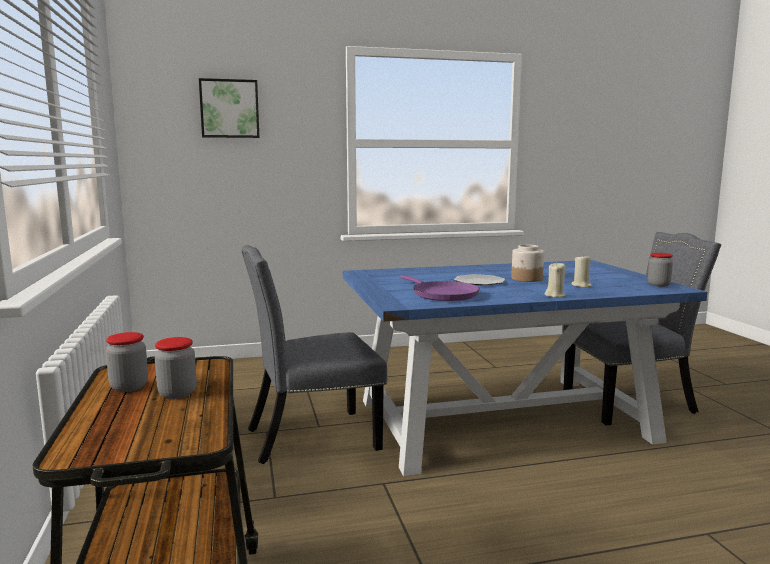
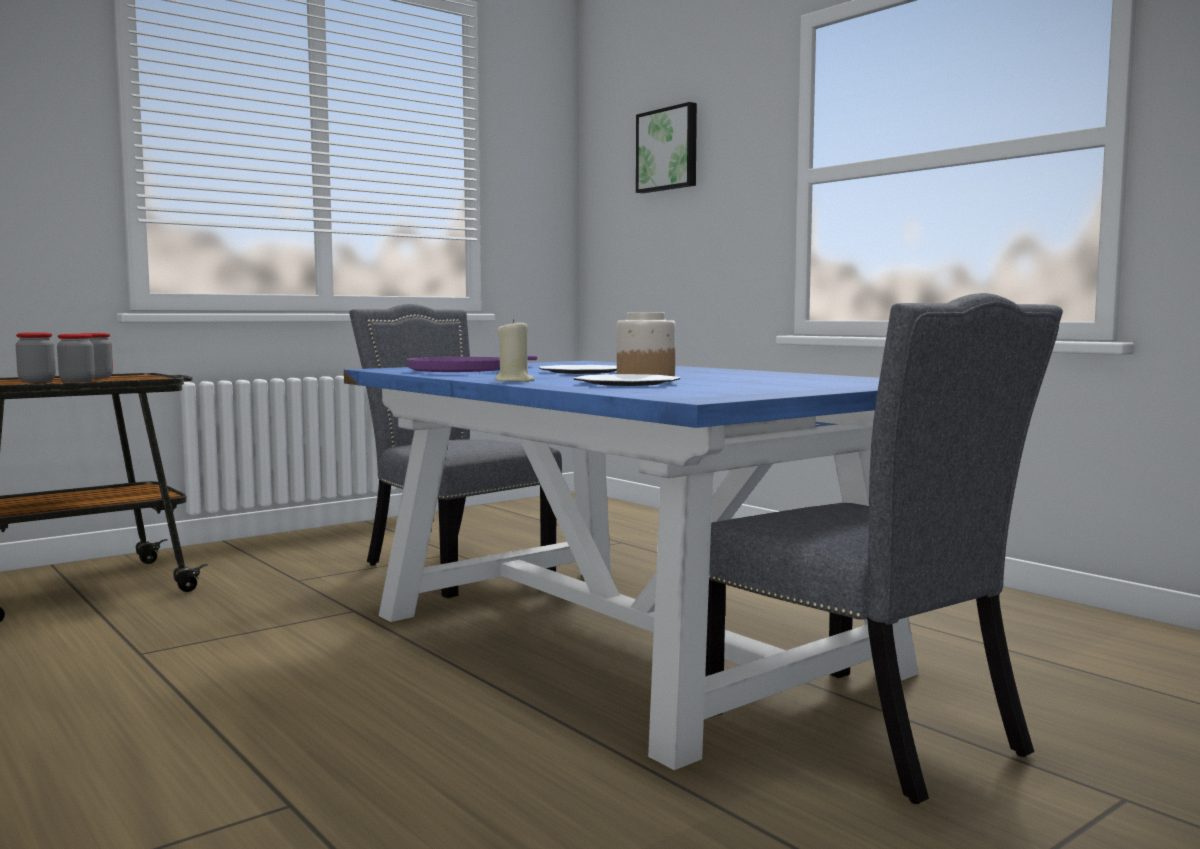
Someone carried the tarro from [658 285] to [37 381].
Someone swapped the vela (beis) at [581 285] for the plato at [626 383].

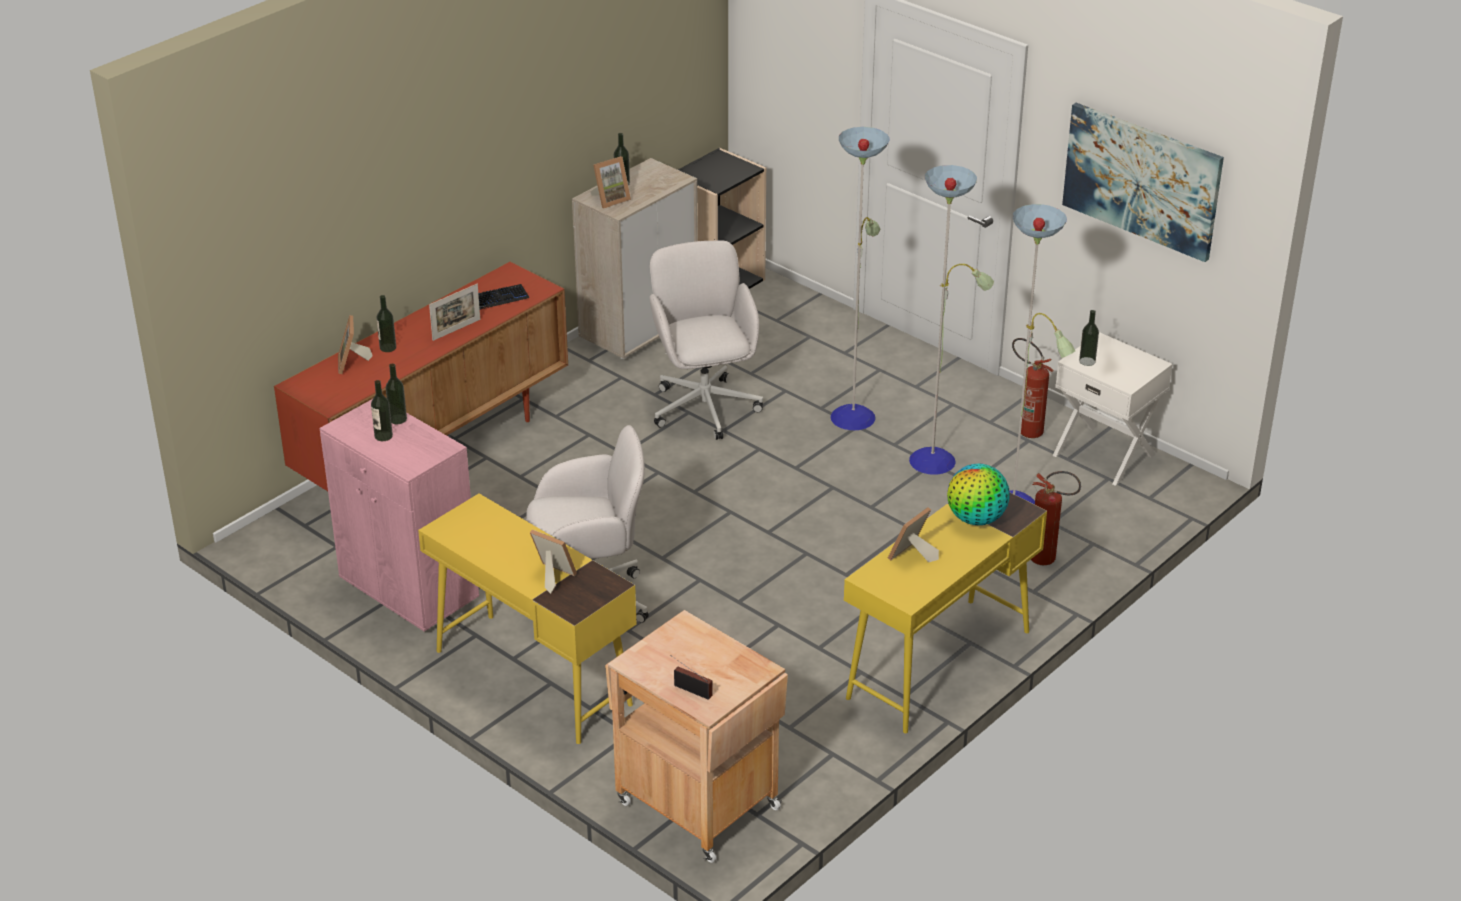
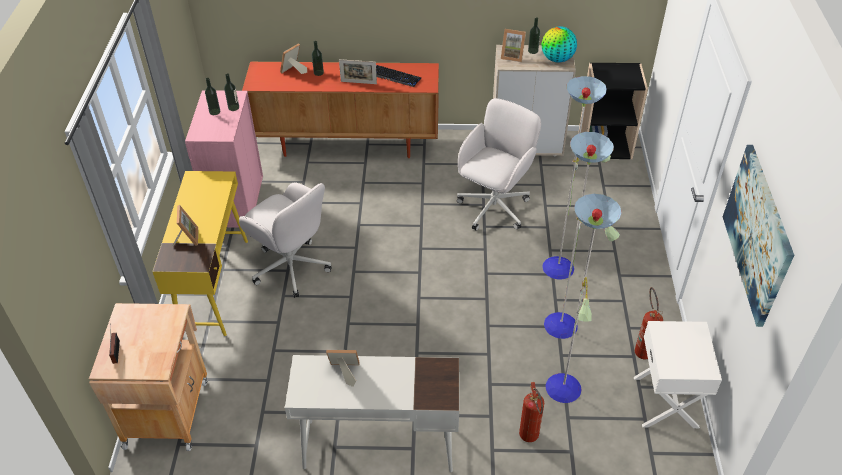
Someone took away the botella at [1087 361].
Someone carried the globo terráqueo from [976 519] to [557 59].
Someone repainted the escritorio (amarillo) at [938 665], which became the escritorio (blanco) at [378 445].

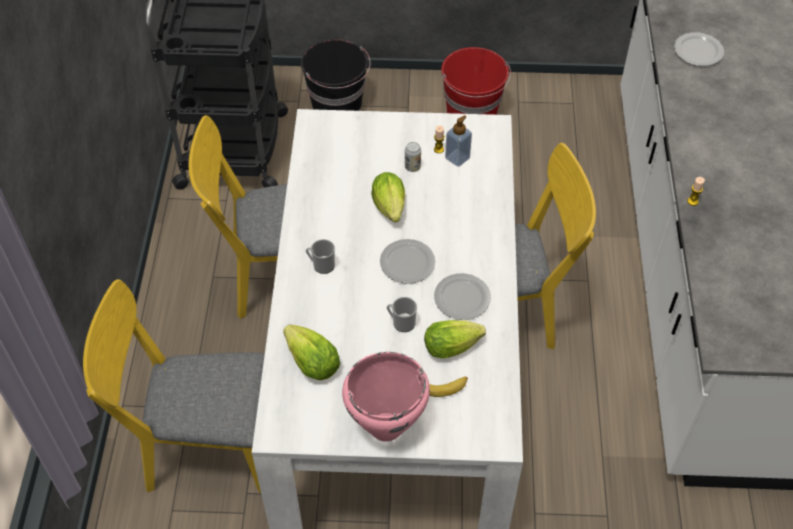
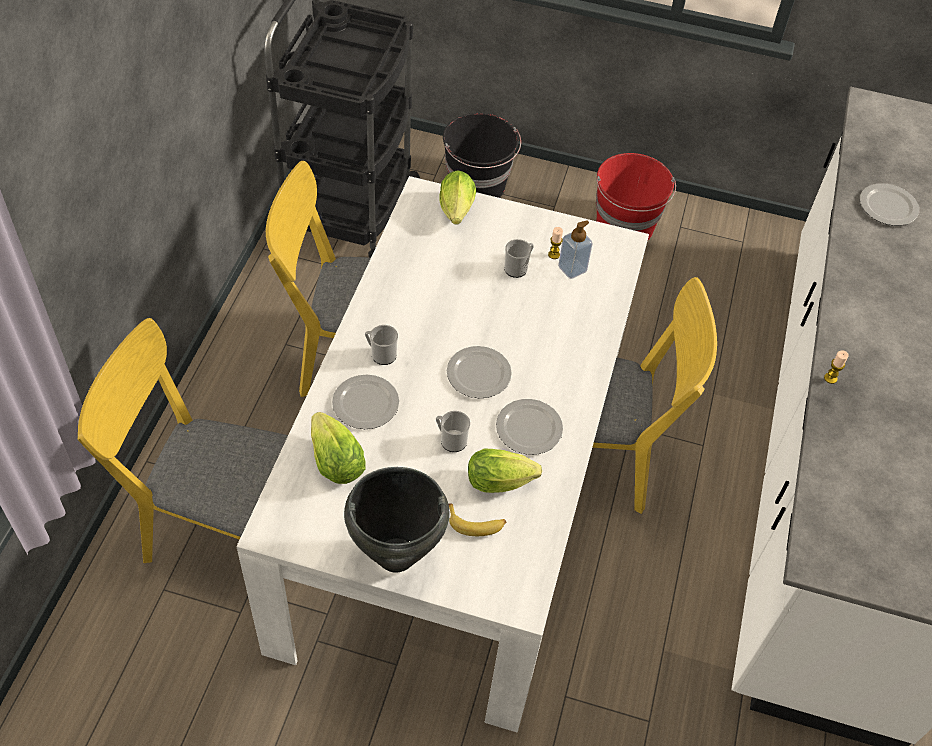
Someone swapped the lata at [412 167] for the taza grande at [518 268].
Someone carried the lechuga from [390 209] to [456 213].
Someone repainted the olla (rosa) at [385 427], which became the olla (negro) at [395 555].
Someone put down the plato at [364 403].

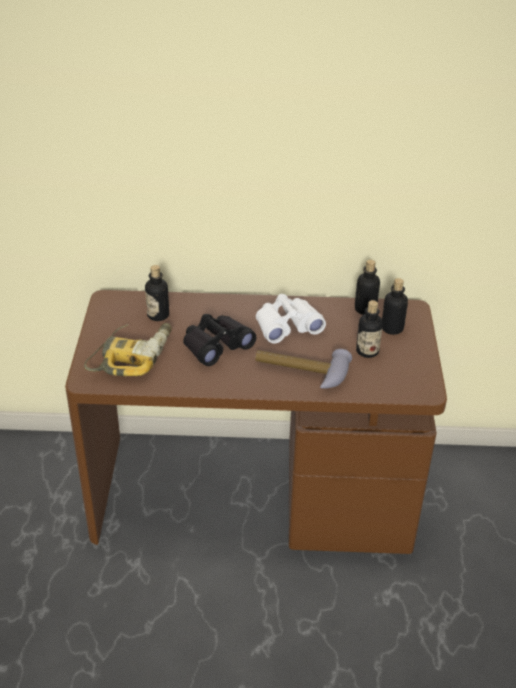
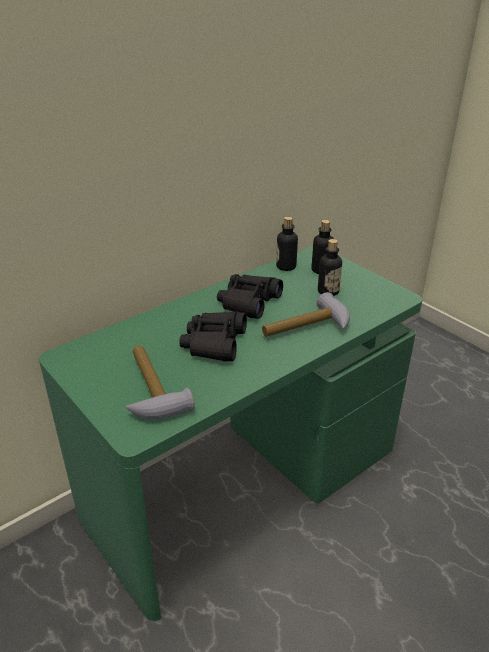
Someone took away the botella at [158 315].
Someone repainted the escritorio (marrón) at [255 494], which became the escritorio (verde) at [244 481].
Someone repainted the prismáticos (blanco) at [287 326], which became the prismáticos (negro) at [249 302].
Someone swapped the taladro at [132 355] for the martillo at [150 389].

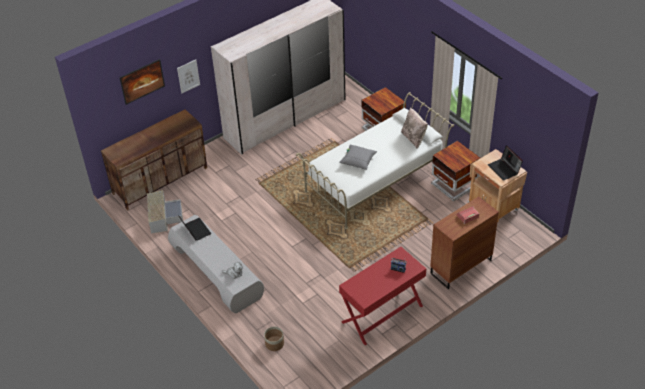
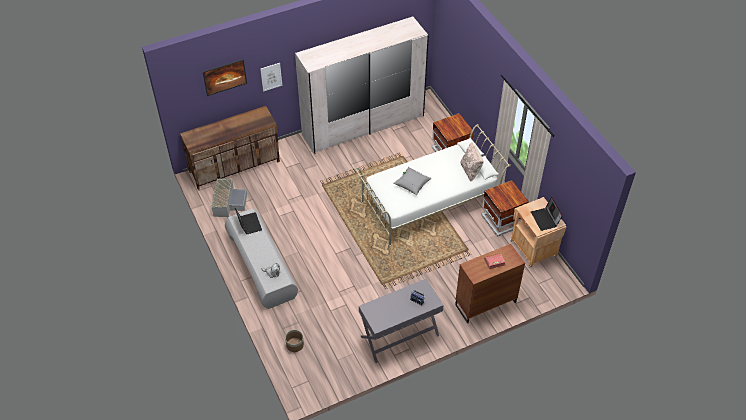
Someone repainted the escritorio (rojo) at [382 314], which became the escritorio (gris) at [400 336].

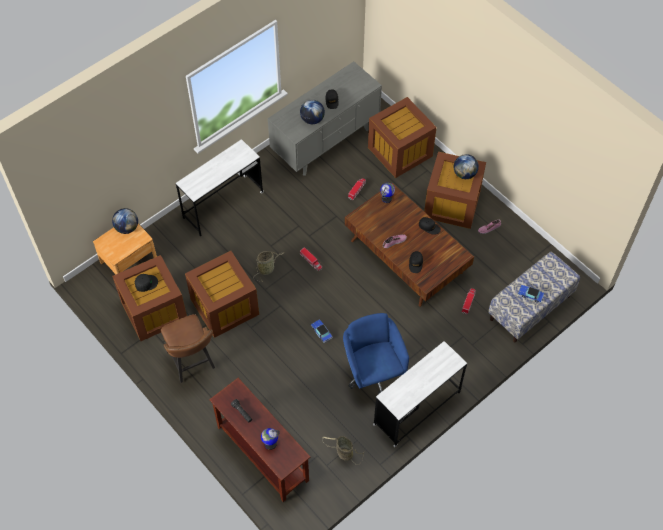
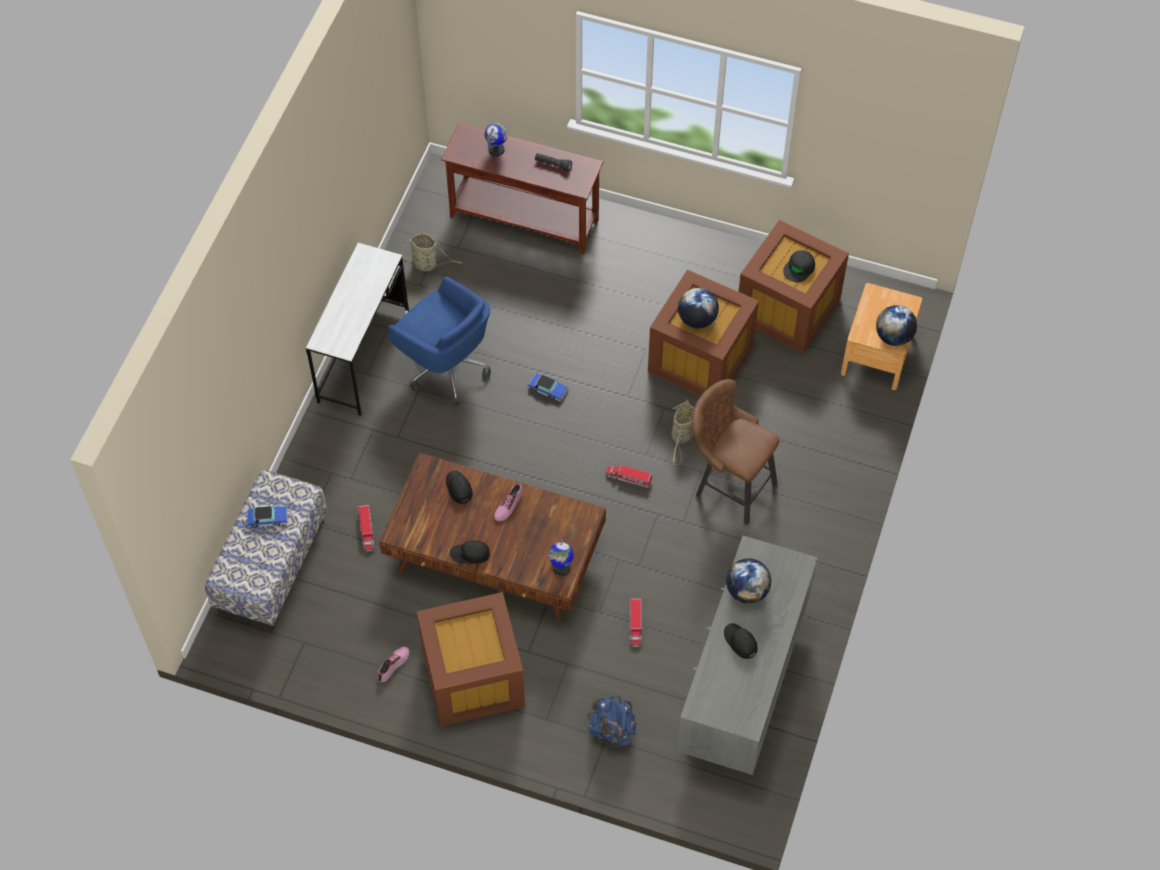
Someone swapped the caja de almacenaje (marrón) at [399 151] for the mochila (azul) at [612 730].
Someone took away the escritorio (blanco) at [223 205].
Someone carried the globo terráqueo from [464 174] to [697 319].
Someone carried the taburete (marrón) from [193 365] to [728 484].

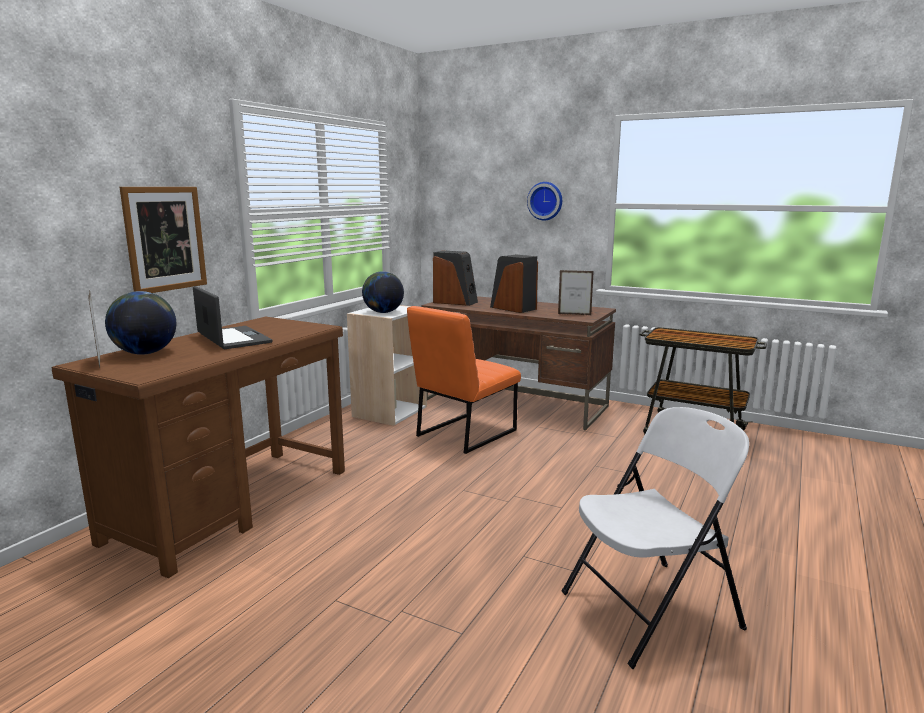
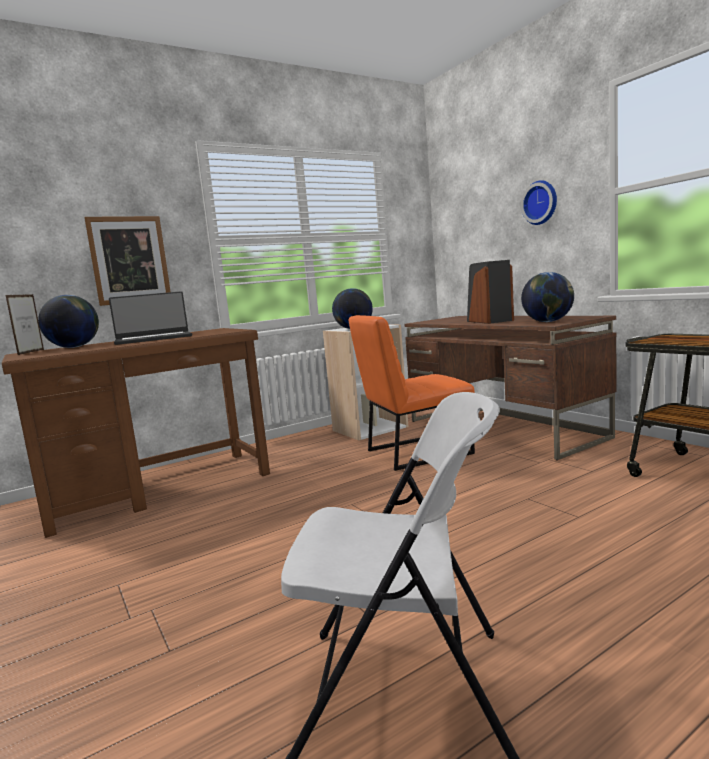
Someone took away the altavoz at [455 302].
Someone swapped the portarretratos at [574 314] for the globo terráqueo at [548 322].
Someone rotated the portátil at [233 338] by 75 degrees clockwise.

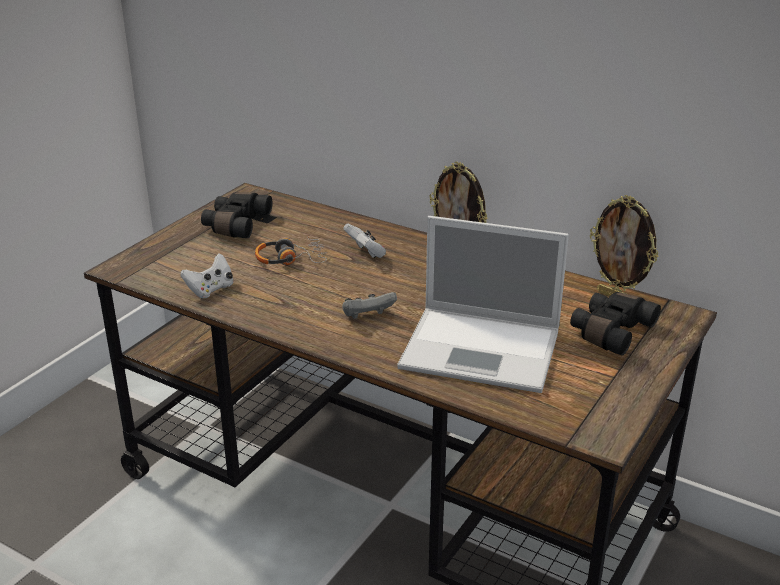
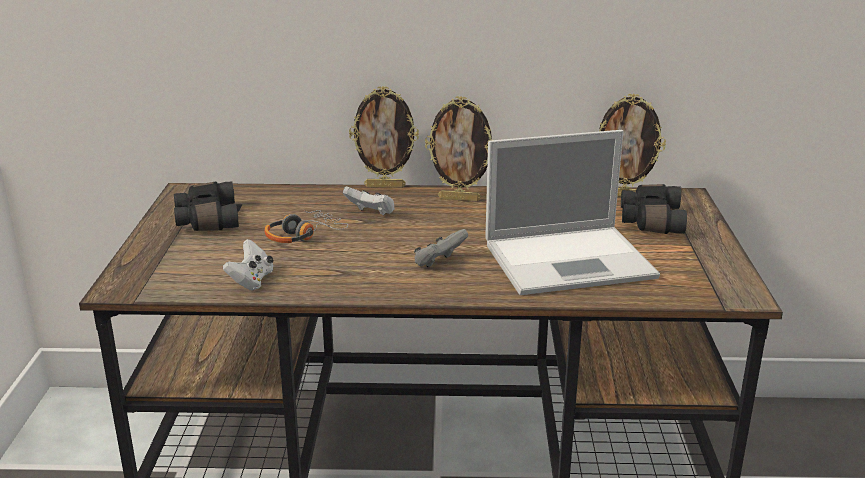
Someone put down the portarretratos at [385 186].

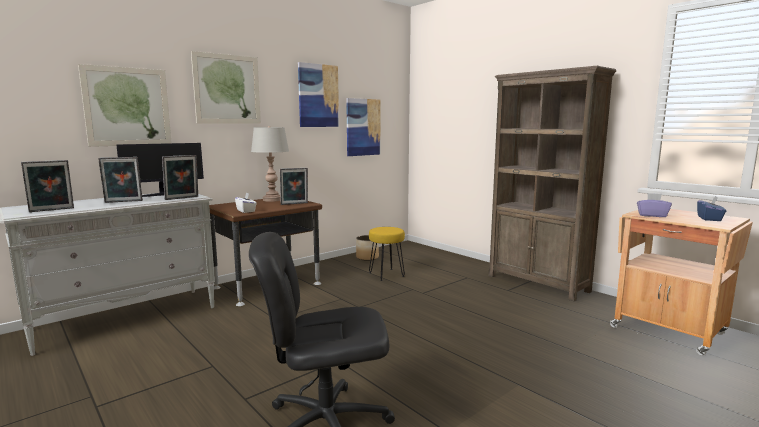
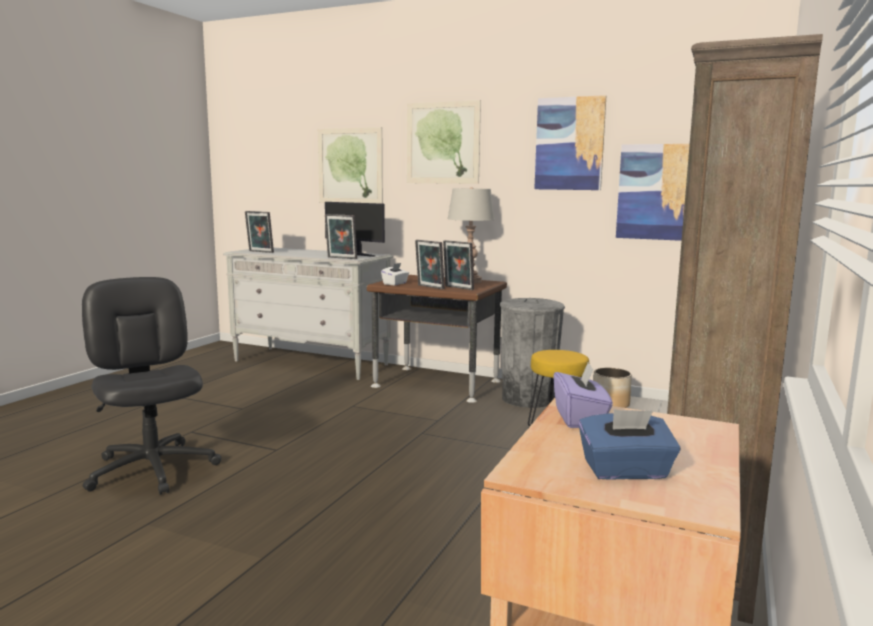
Someone carried the portarretratos from [123 201] to [429 287].
Someone put down the papelera (gris) at [528 399].

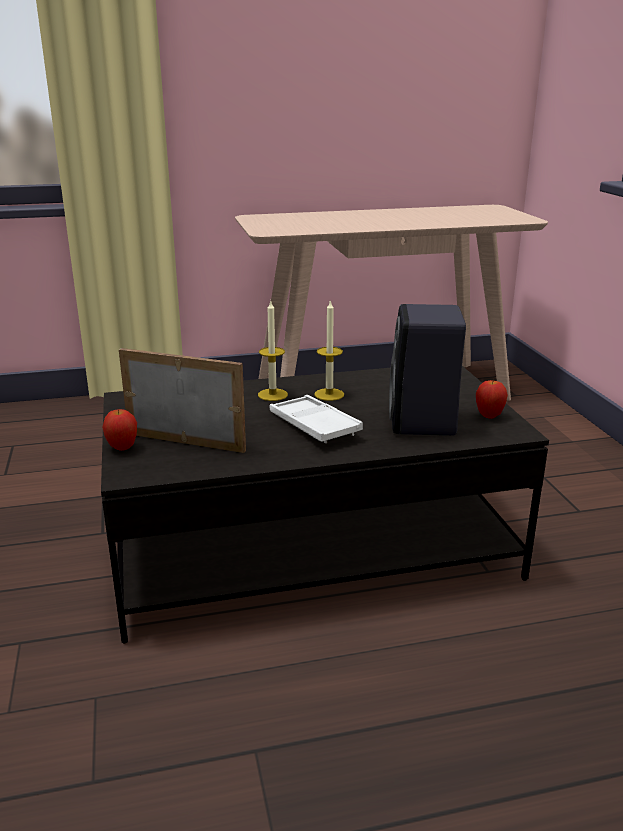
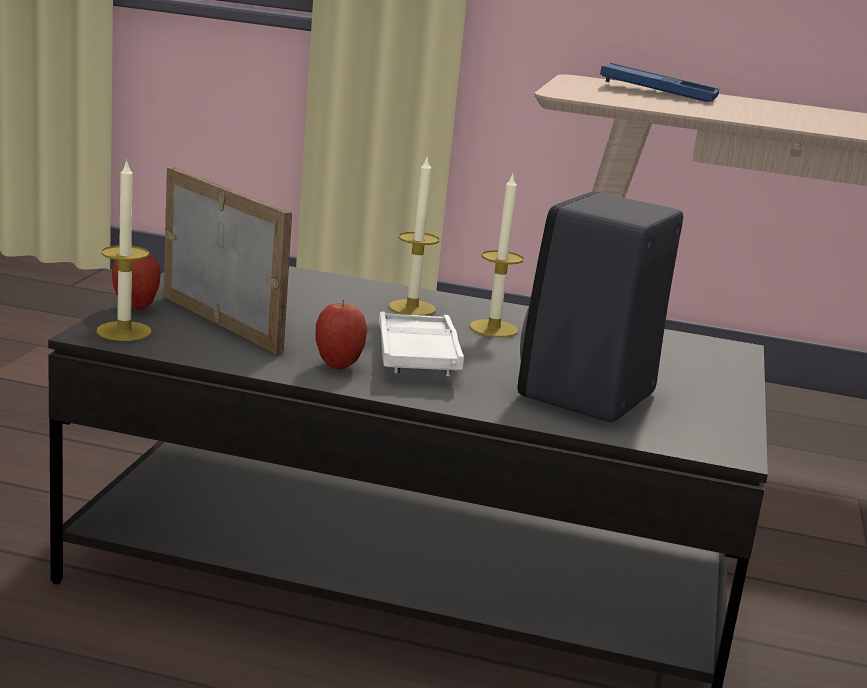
Someone carried the manzana from [489 416] to [338 365].
Someone put down the bandeja (azul) at [658 92].
Someone put down the vela at [124 331].

